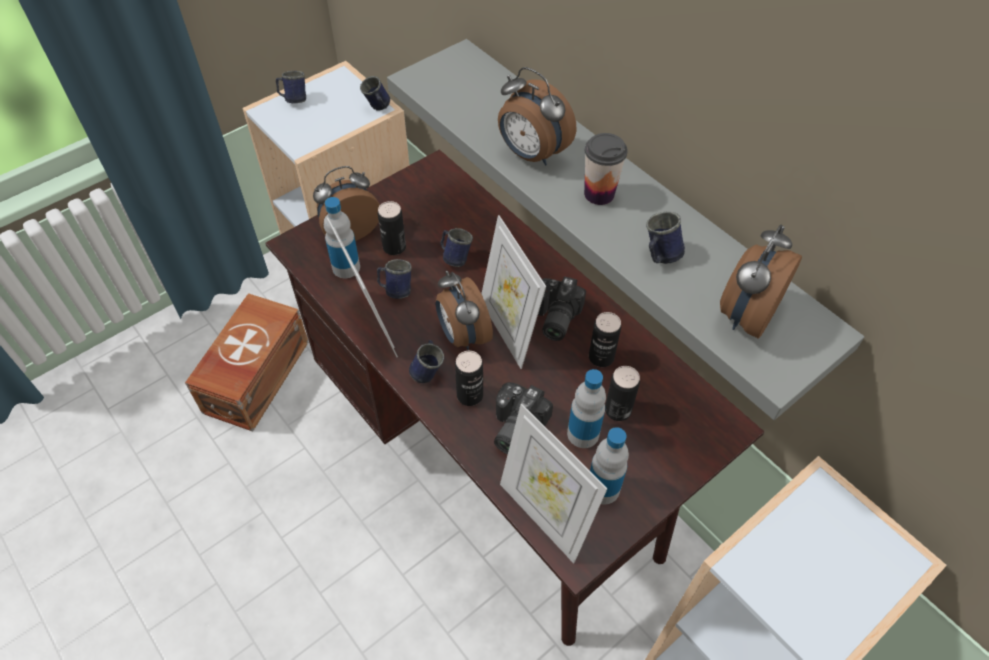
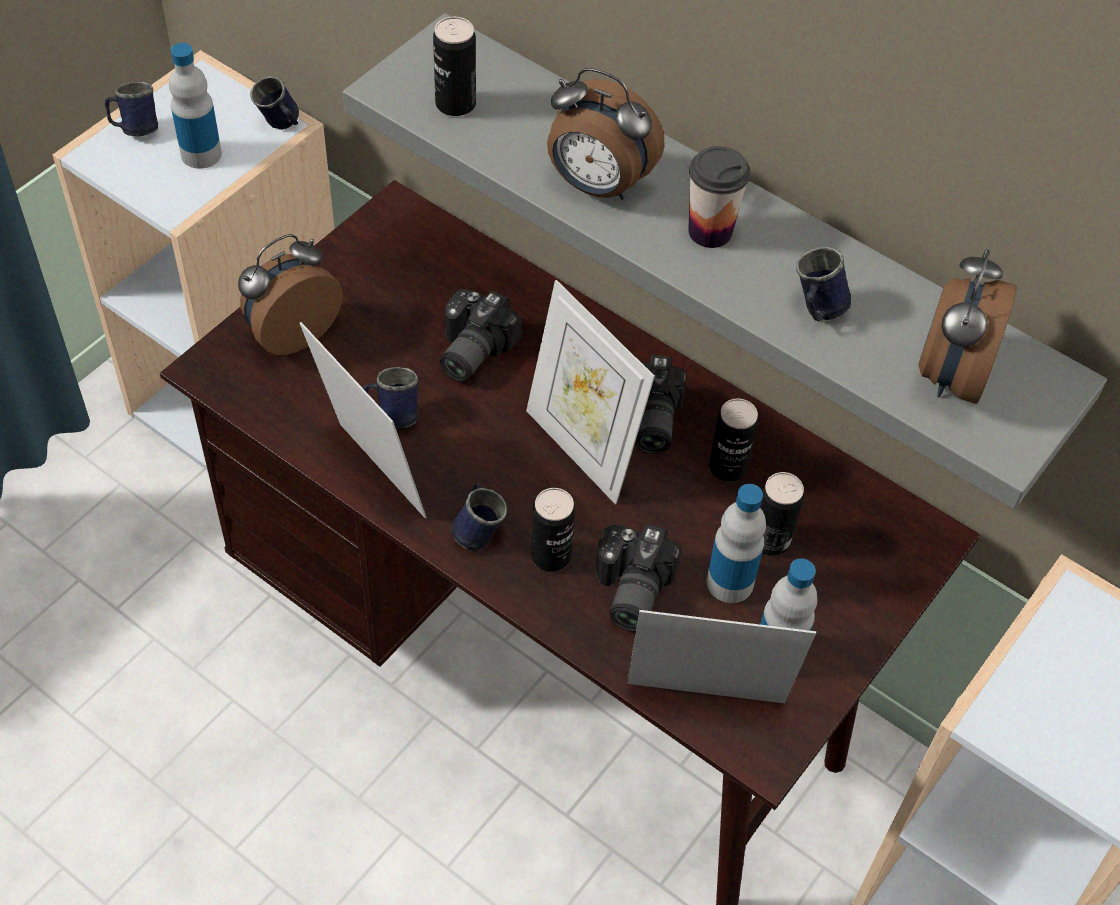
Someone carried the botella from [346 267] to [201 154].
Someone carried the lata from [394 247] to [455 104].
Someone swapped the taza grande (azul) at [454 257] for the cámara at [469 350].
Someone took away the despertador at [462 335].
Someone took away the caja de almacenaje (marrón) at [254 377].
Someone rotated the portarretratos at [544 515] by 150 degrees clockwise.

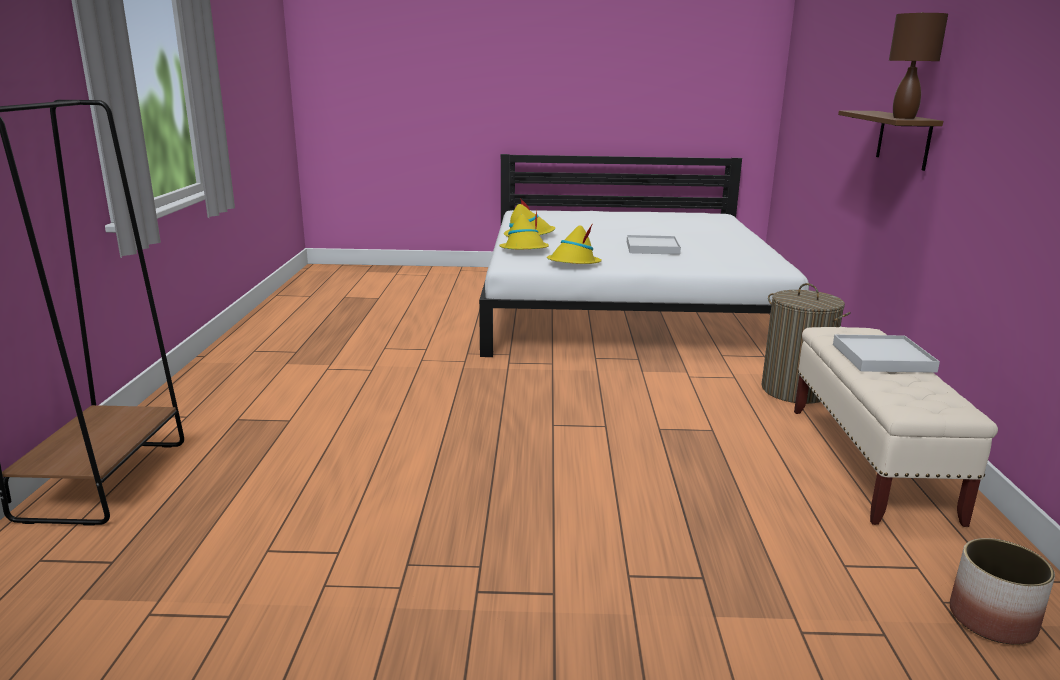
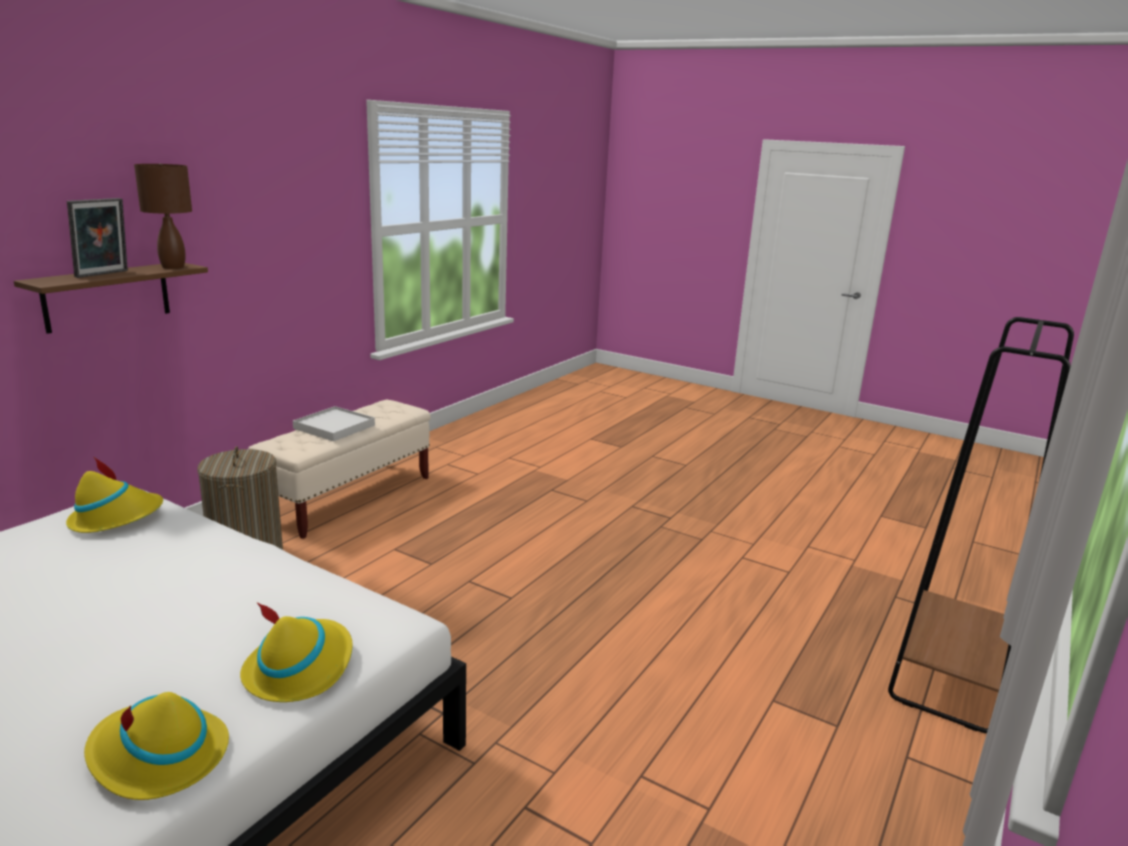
Someone carried the sombrero (amarillo) from [573 264] to [116 518].
Someone took away the bandeja (blanco) at [652 248].
Someone took away the maceta at [992 621].
Someone put down the portarretratos at [104 274].

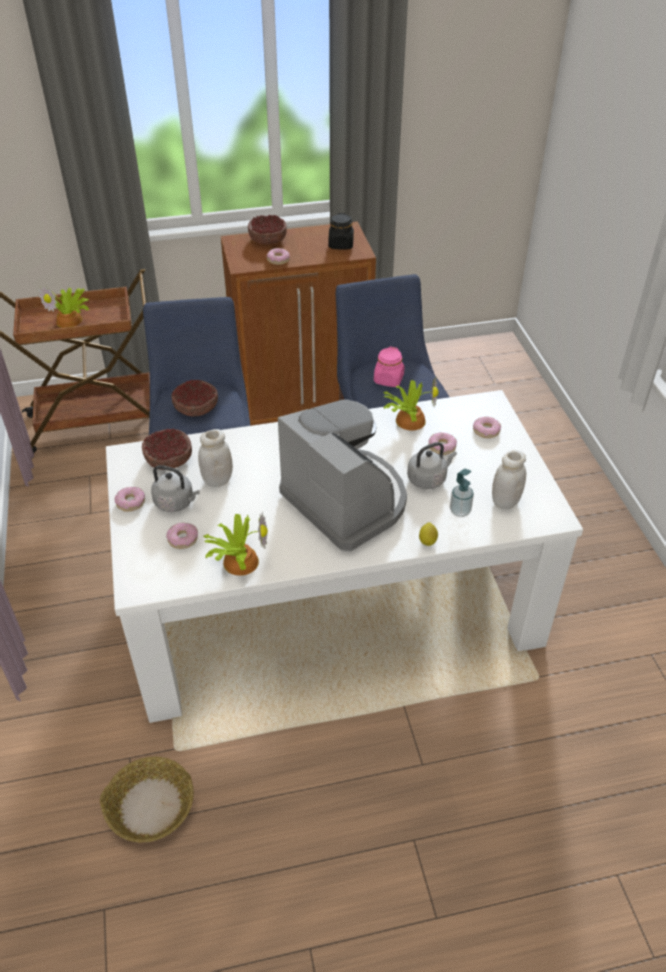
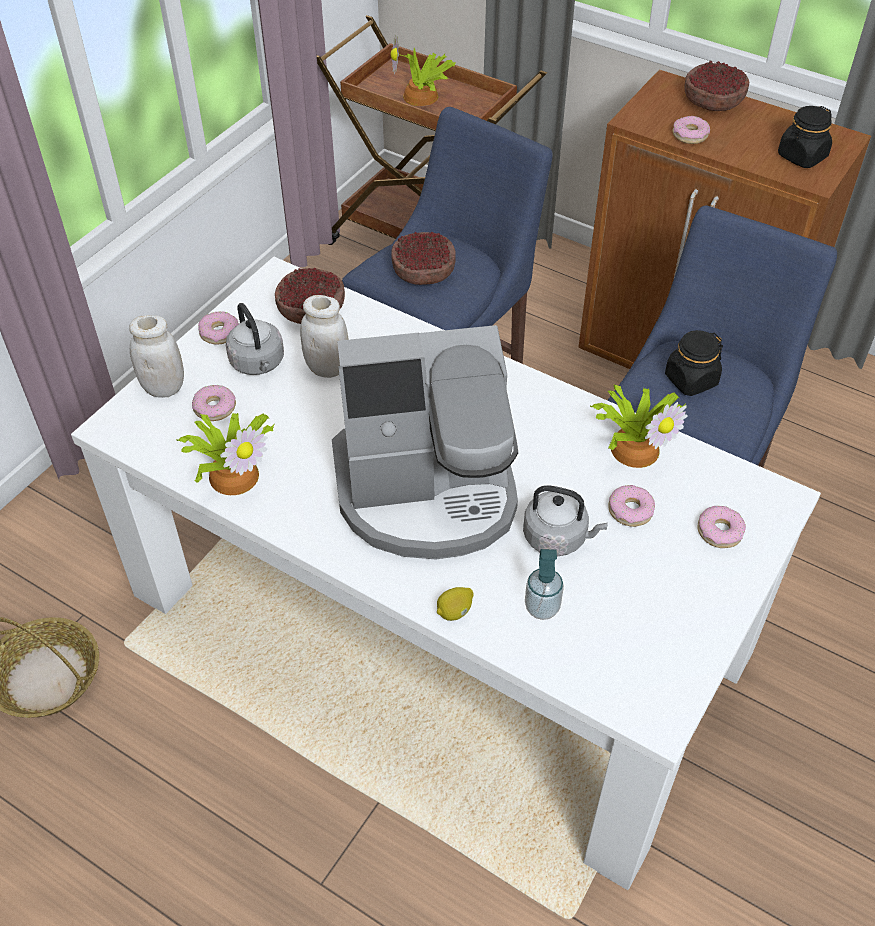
Someone repainted the tarro (rosa) at [388 379], which became the tarro (negro) at [690 380].
Someone rotated the cafetera at [346 501] by 75 degrees clockwise.
Someone carried the tarro (blanco) from [505 502] to [164 387].

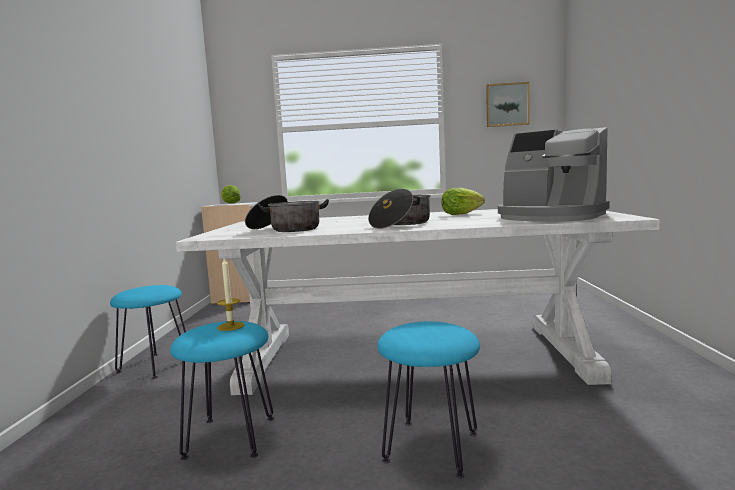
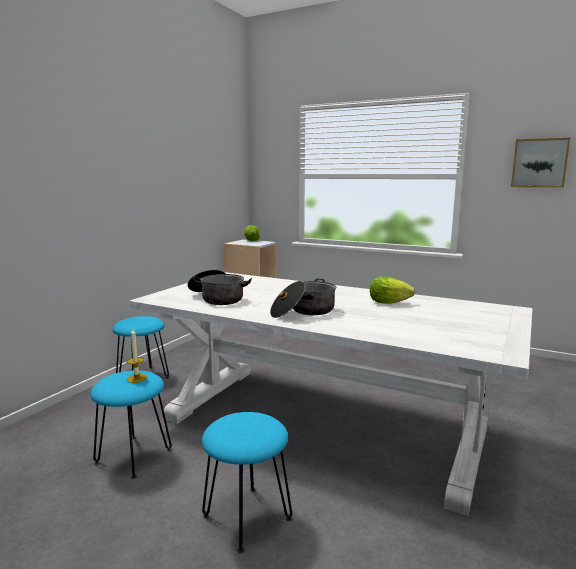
Someone took away the cafetera at [550 217].

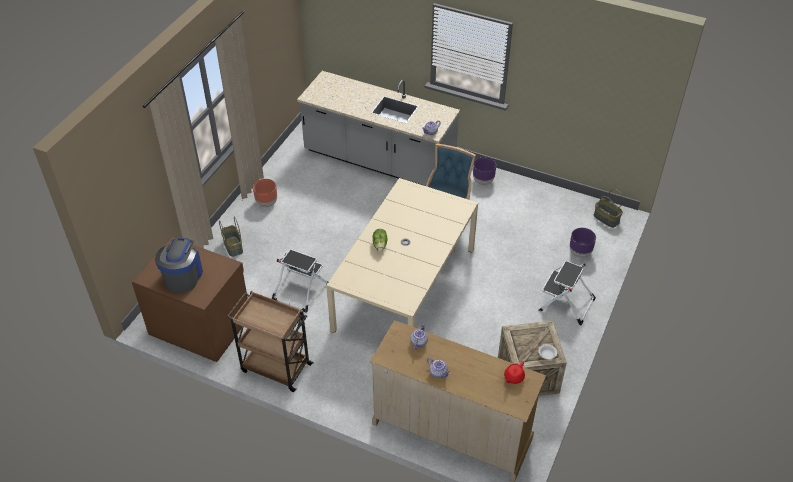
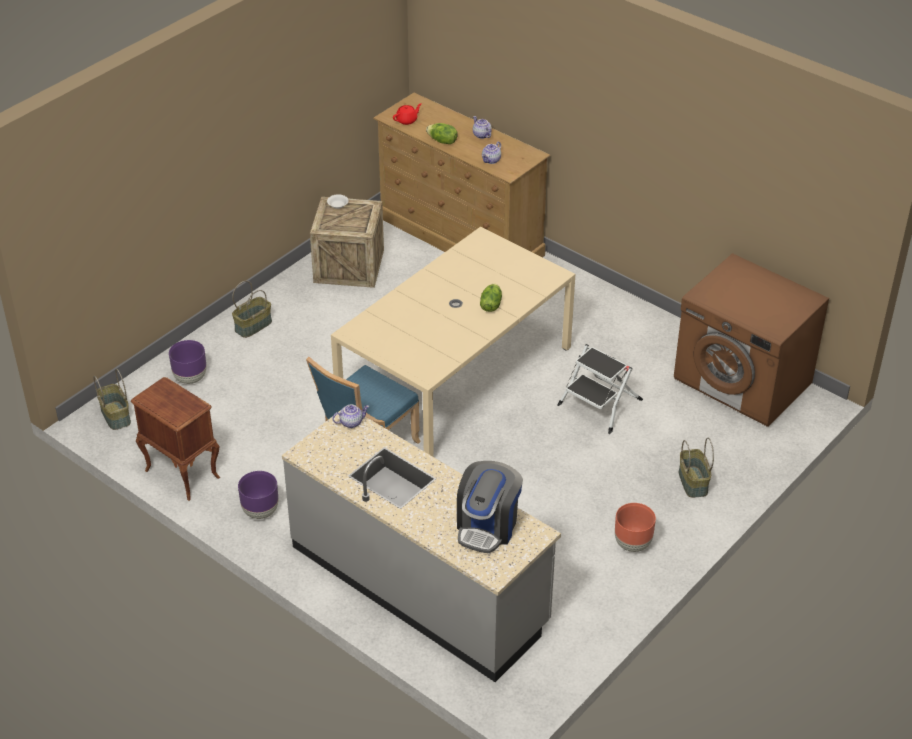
Someone carried the cafetera from [183 276] to [487 526].
Someone swapped the escalera de tijera at [566 302] for the cesta at [253 325].
Someone took away the carrito (marrón) at [275 367].
Someone put down the lechuga at [442 141].
Someone put down the mesita de noche (marrón) at [181 474].

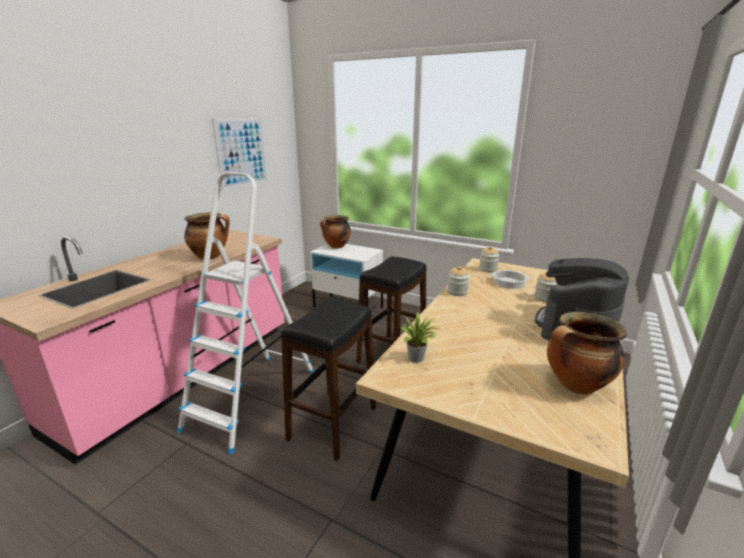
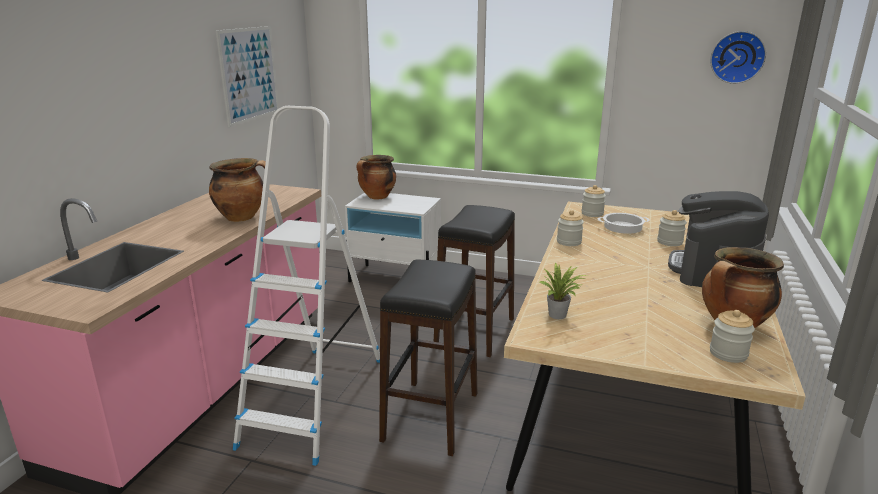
Someone put up the reloj de pared at [737 57].
Someone put down the tarro at [728 353].

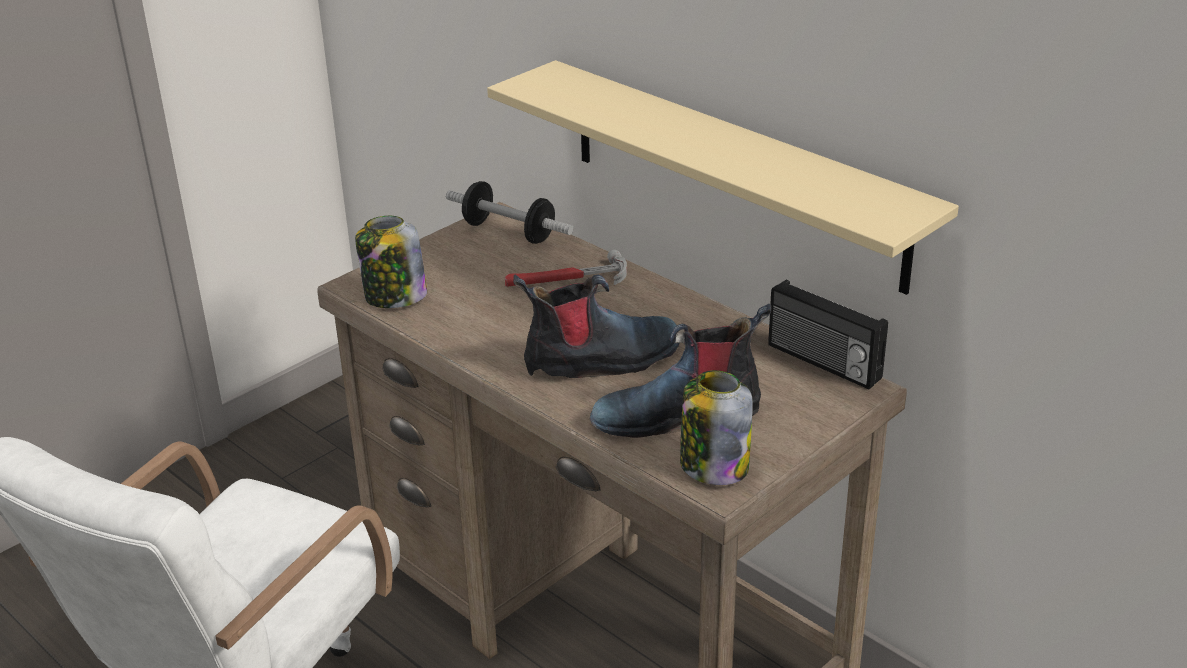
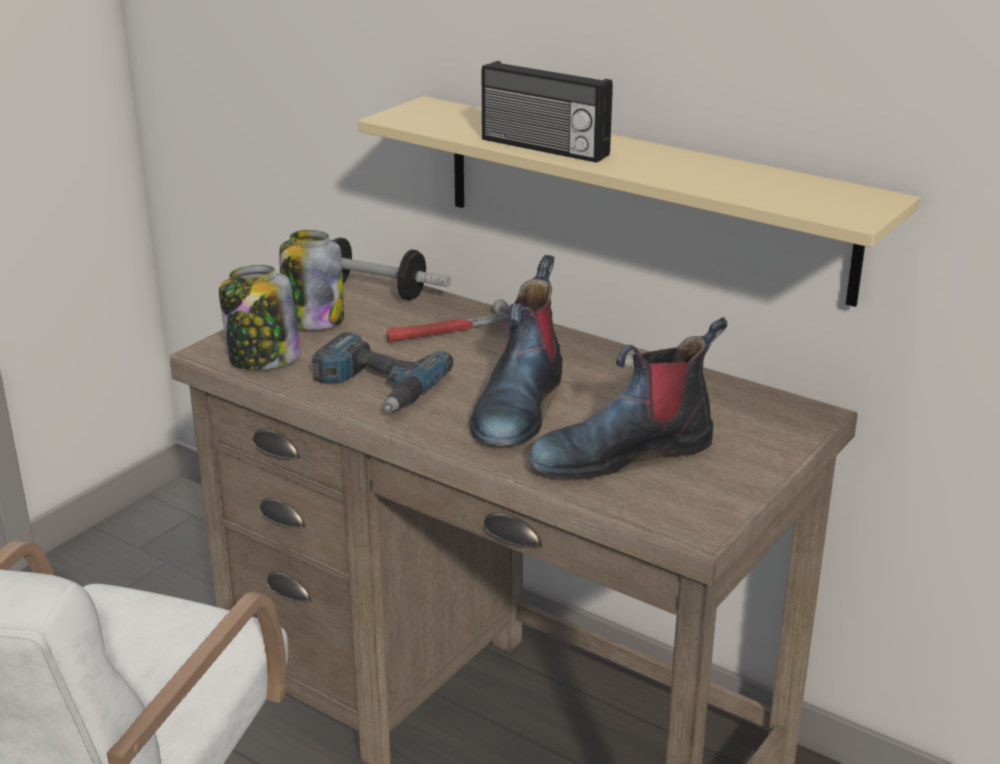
Someone rotated the bota at [601 360] by 135 degrees clockwise.
Someone carried the radio from [822 363] to [543 148].
Someone carried the tarro from [713 465] to [312 320].
Someone put down the taladro at [375 386].

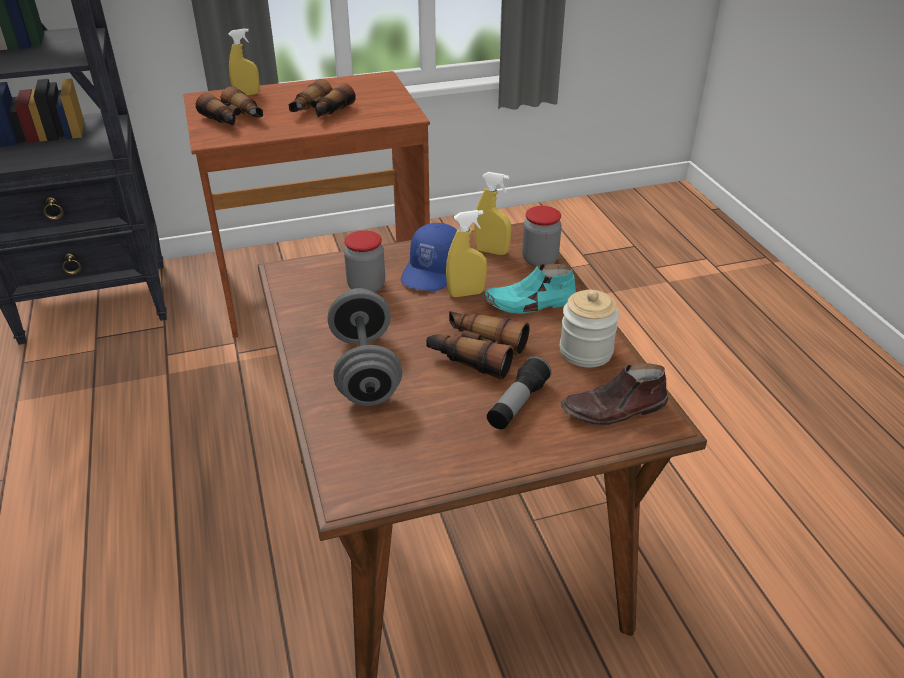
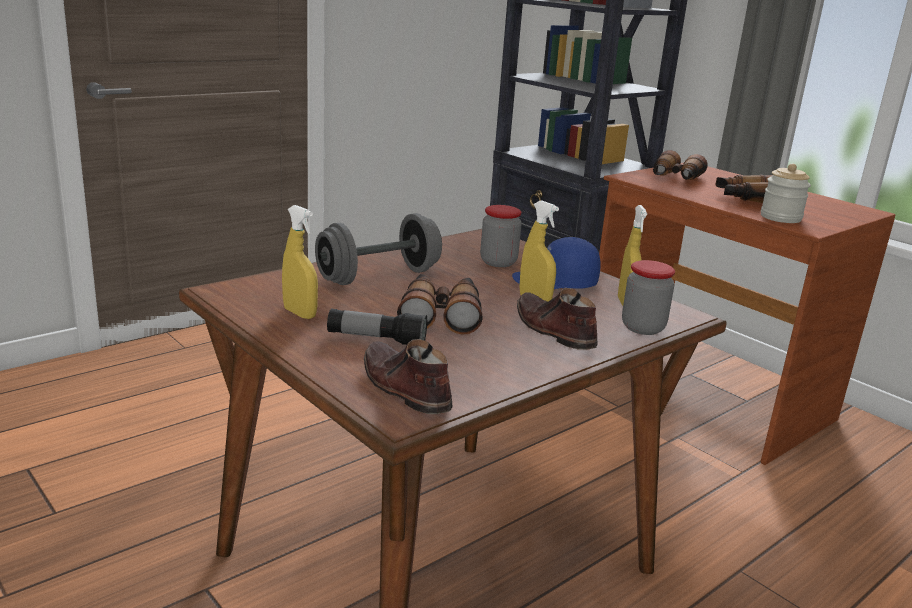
Someone carried the pulverizador (amarillo) from [247 94] to [300 313].
Someone repainted the zapato (turquesa) at [530 303], which became the zapato (marrón) at [553 330].
Someone carried the tarro from [585 351] to [780 218].

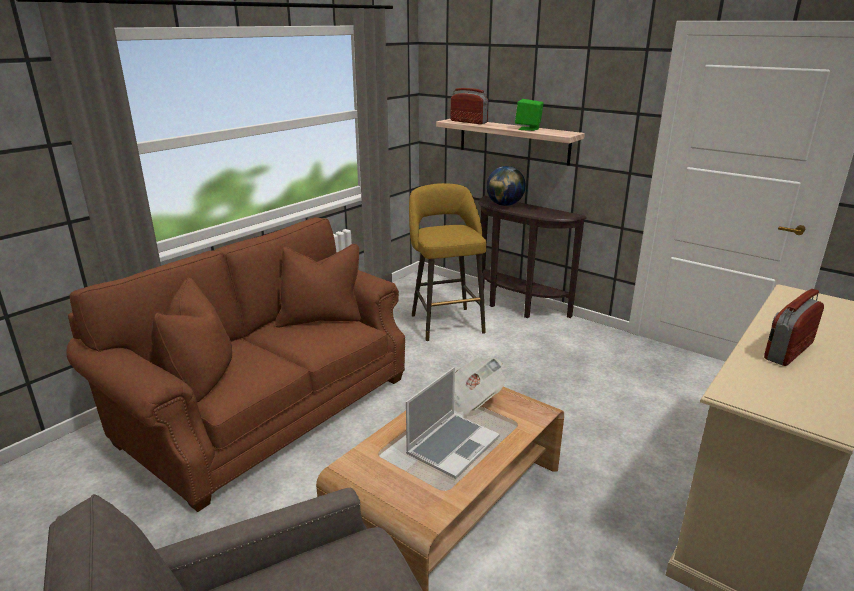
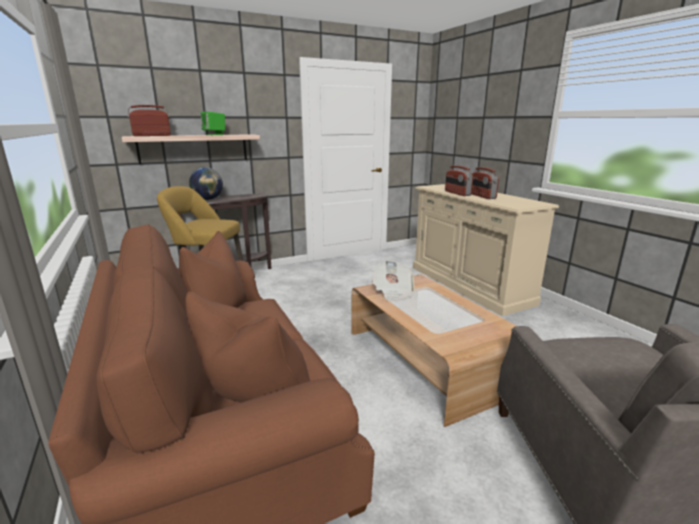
Someone took away the portátil at [452 445].
Someone put down the radio at [457 193].

